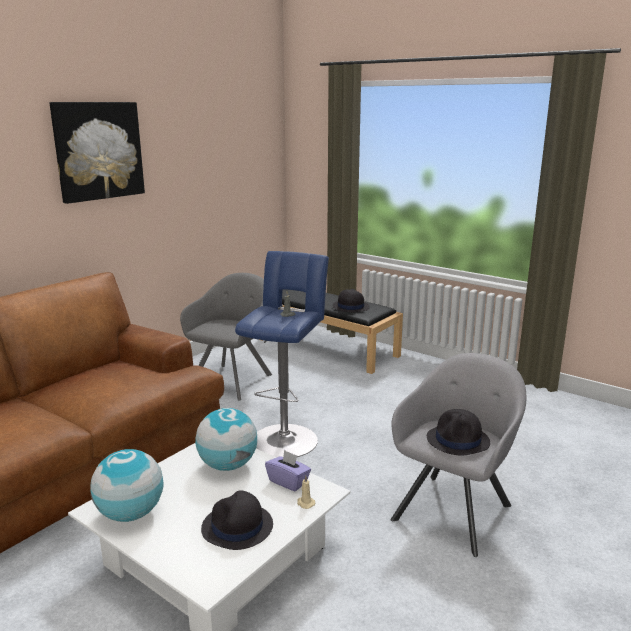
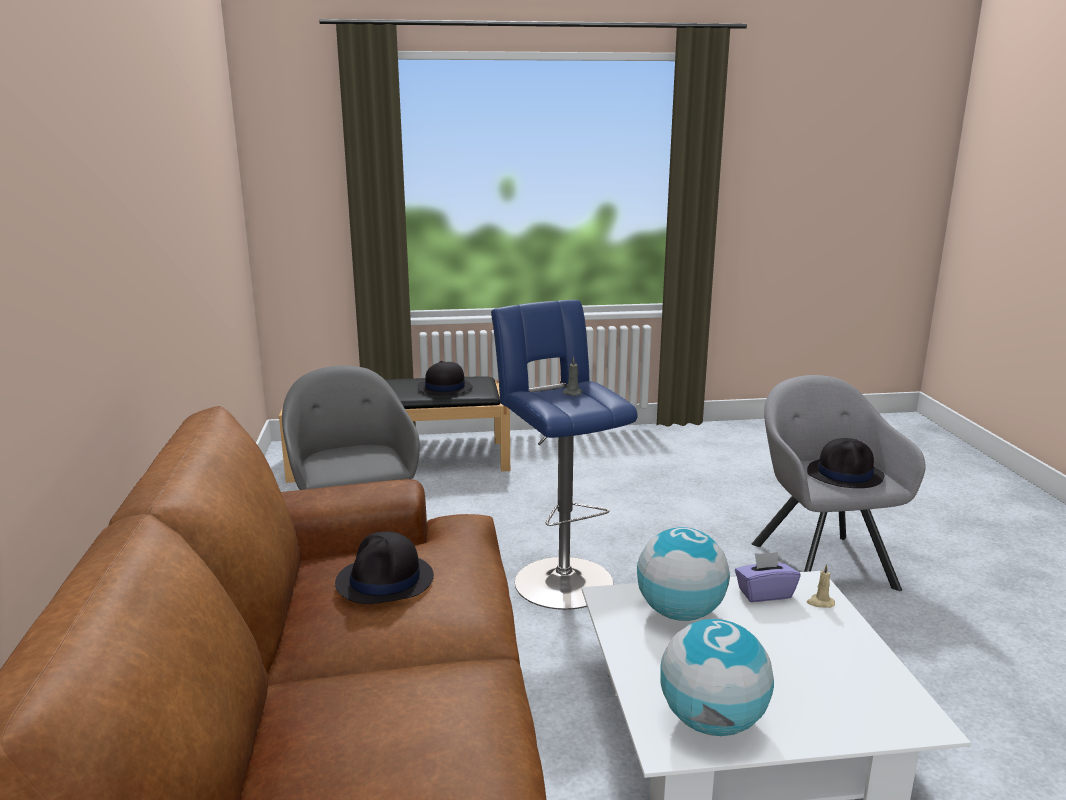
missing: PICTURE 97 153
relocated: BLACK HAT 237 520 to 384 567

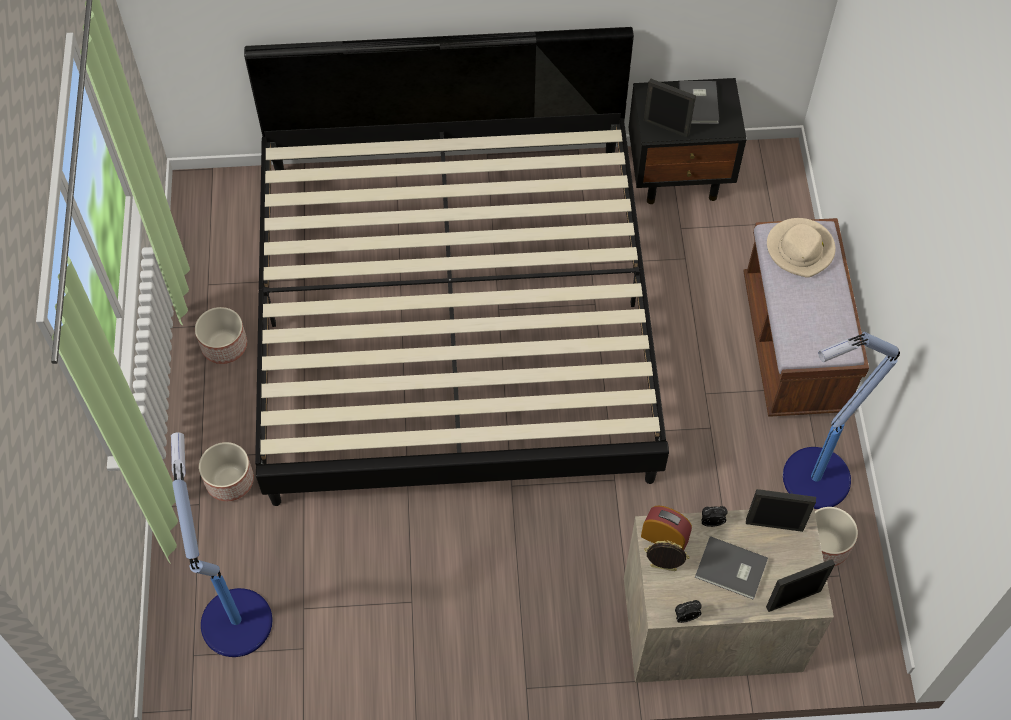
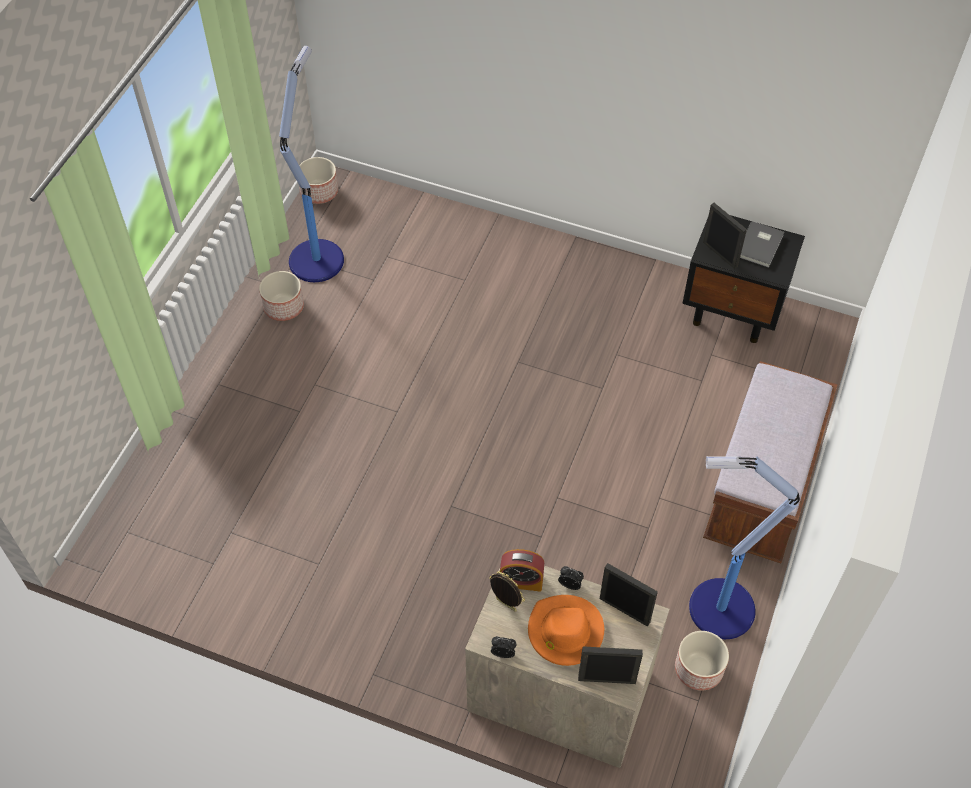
missing: BED 456 266; BEIGE HAT 801 248
relocated: FLOOR LAMP 221 544 to 311 164; PLANTER 226 471 to 318 180
exchanged: GREY BOOK 731 568 to ORANGE HAT 566 630
spun: ALARM CLOCK 666 528 = 522 570 135 degrees clockwise

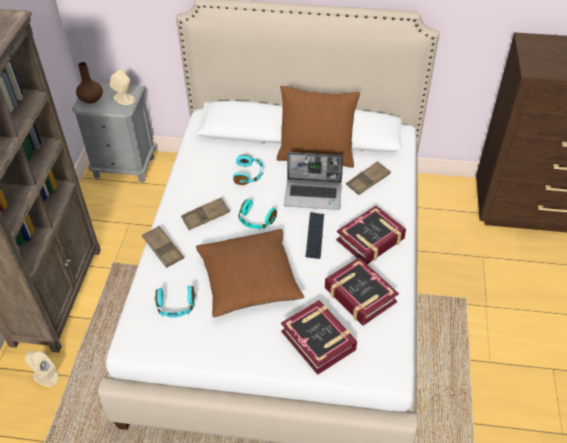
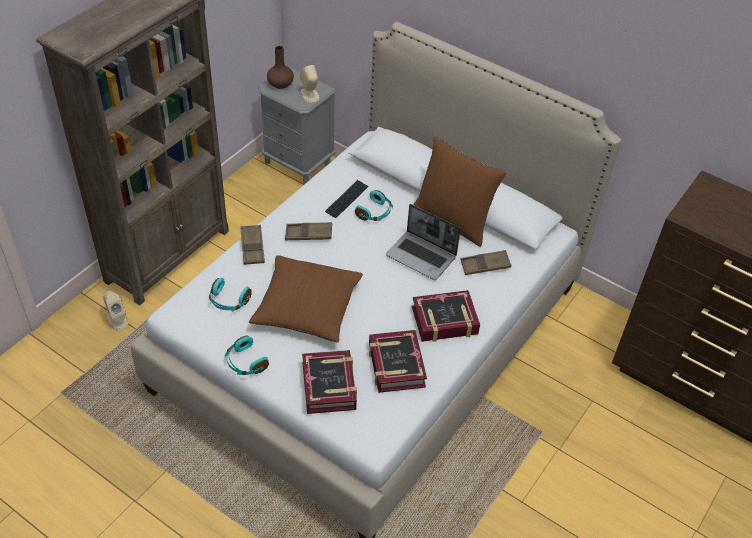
relocated: TURQUOISE HEADPHONES 258 214 to 247 355; KEYBOARD 315 235 to 347 199

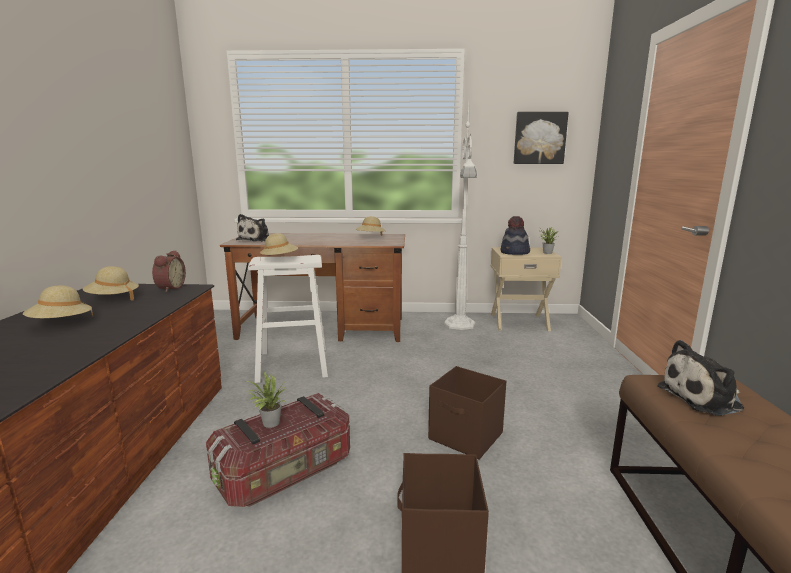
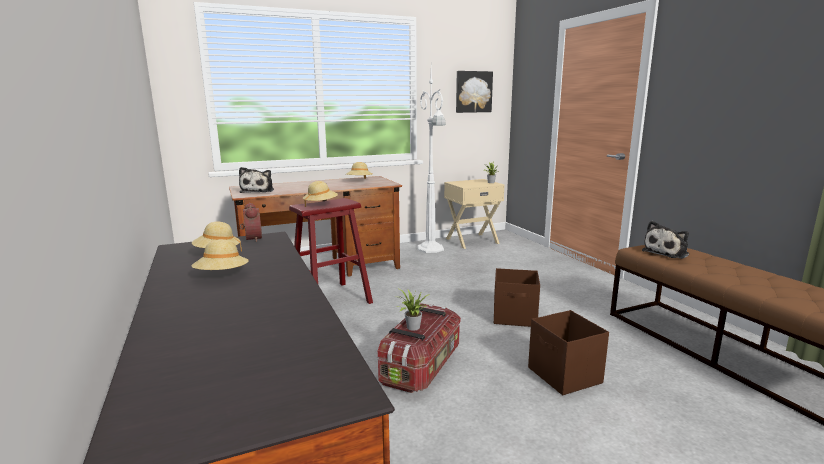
missing: HAT 515 235
colour: WHITE STOOL 288 319 to RED STOOL 331 251

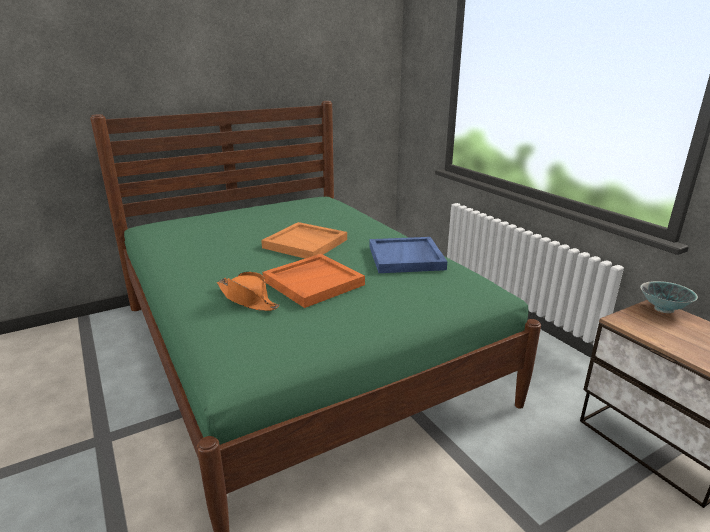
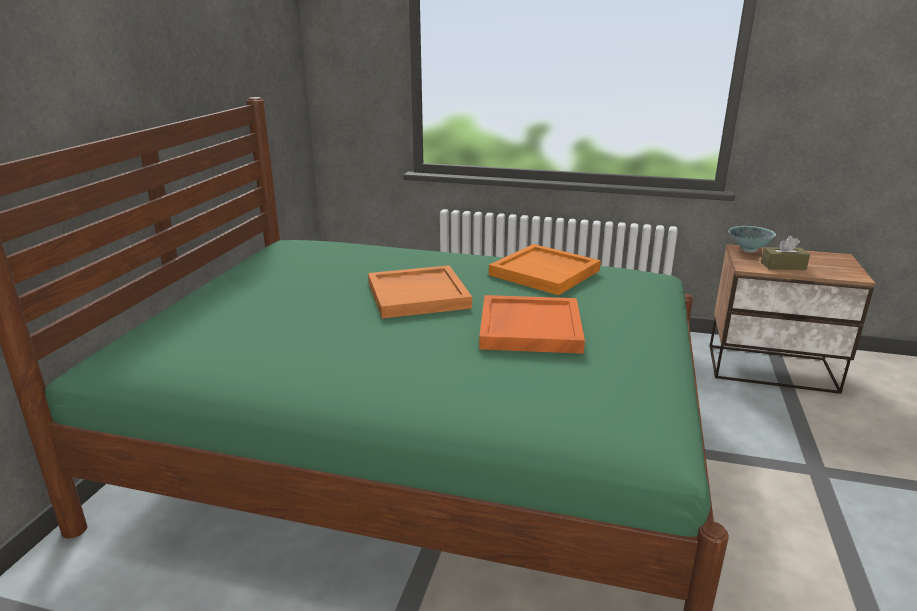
missing: ORANGE HAT 248 291
appeared: BROWN TISSUE BOX 785 253
colour: BLUE TRAY 408 255 to ORANGE TRAY 545 269

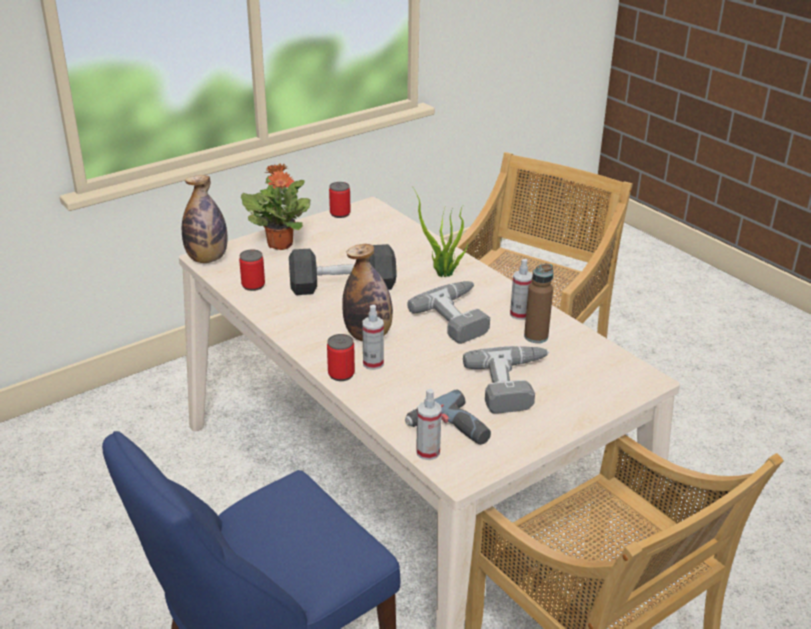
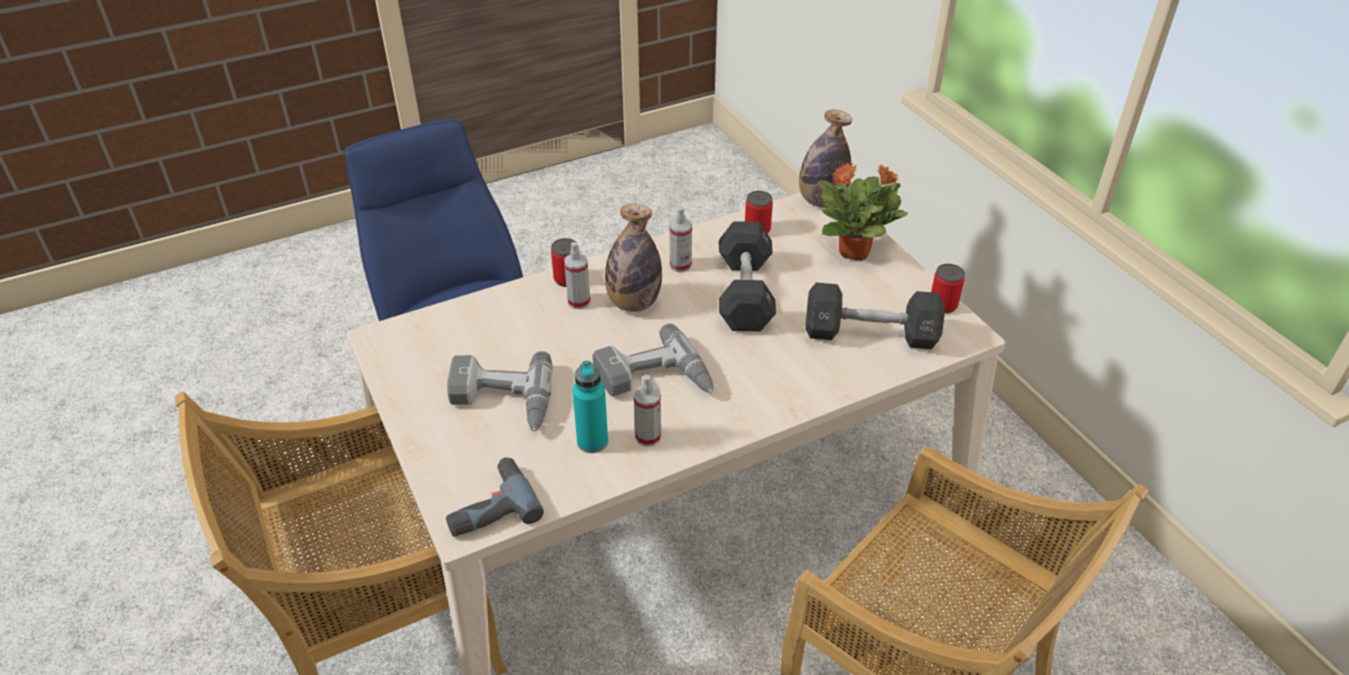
missing: POTTED PLANT 440 231
appeared: BLACK DUMBBELL 875 316
relocated: POWER DRILL 448 417 to 495 496; SPRAY BOTTLE 429 424 to 681 239
colour: BROWN BOTTLE 538 303 to TURQUOISE BOTTLE 590 407

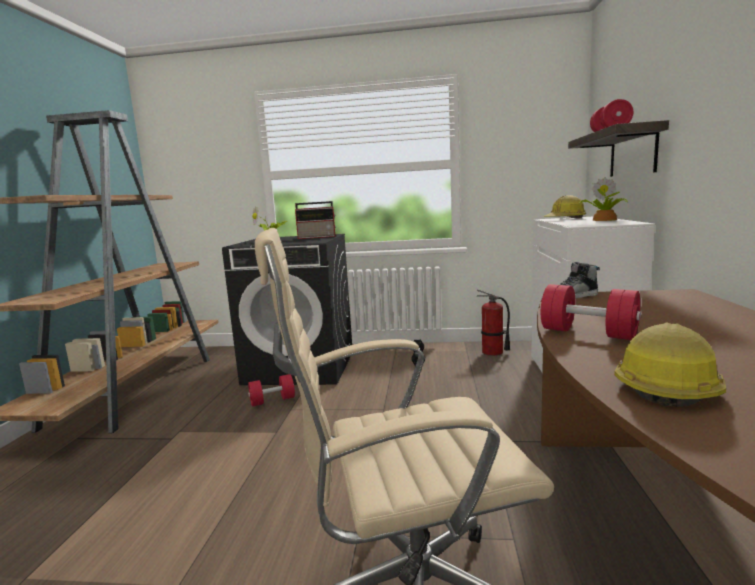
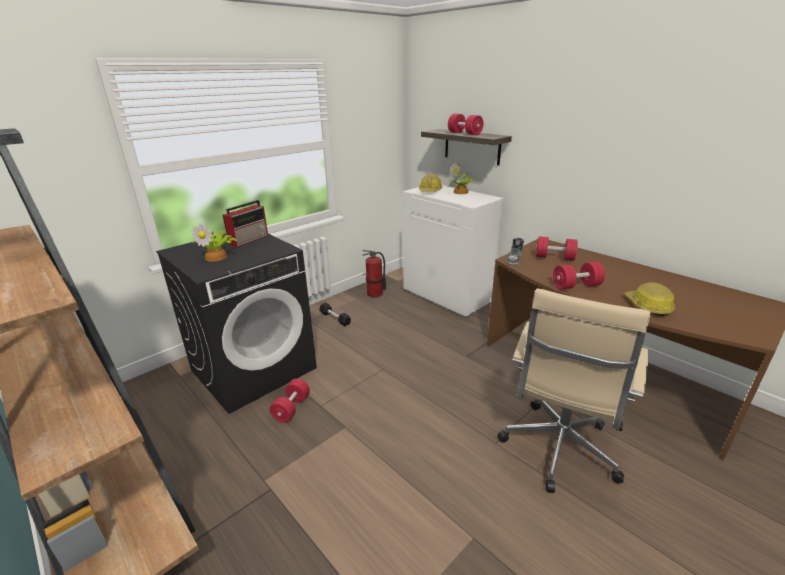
appeared: RED DUMBBELL 557 248

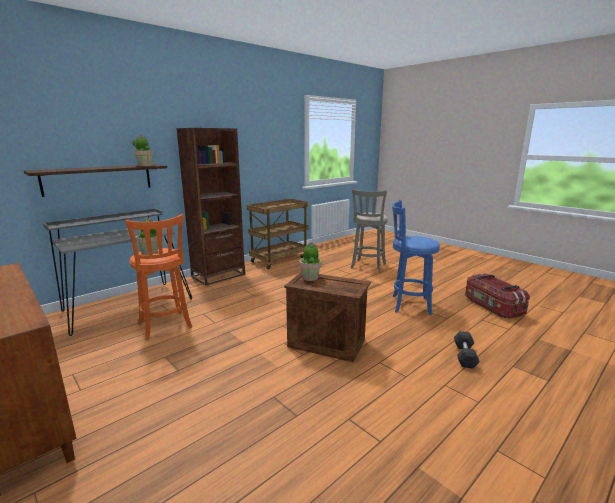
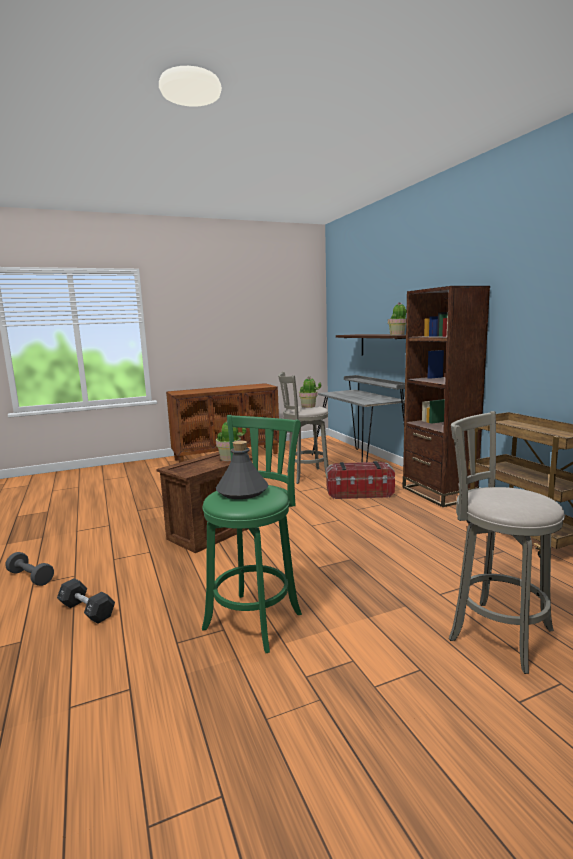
appeared: GREY BOTTLE 242 470; GREY DUMBBELL 29 569
relocated: STORAGE BOX 497 296 to 360 480
colour: BLUE STOOL 416 257 to GREEN STOOL 252 534; ORANGE STOOL 159 277 to GREY STOOL 303 428

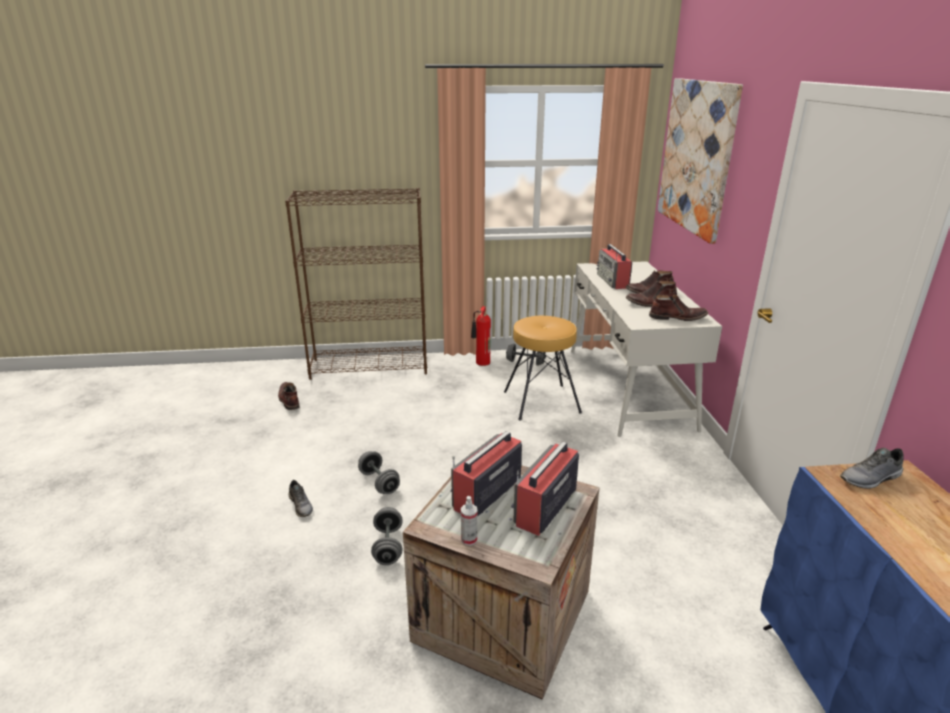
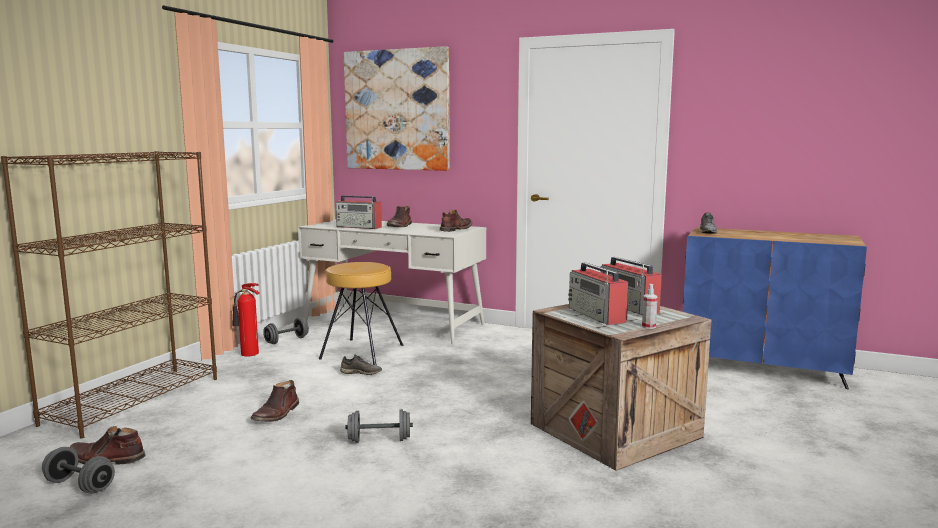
relocated: BROWN BOOT 651 293 to 274 401; GREY SHOE 301 498 to 361 365; GREY DUMBBELL 387 536 to 78 470

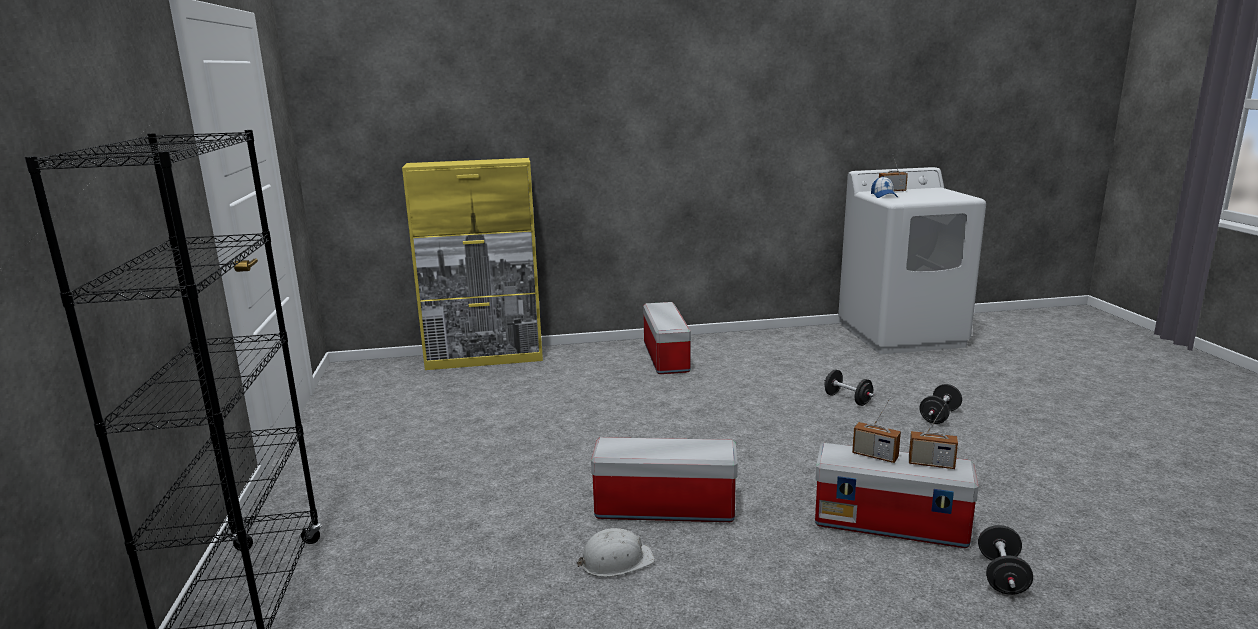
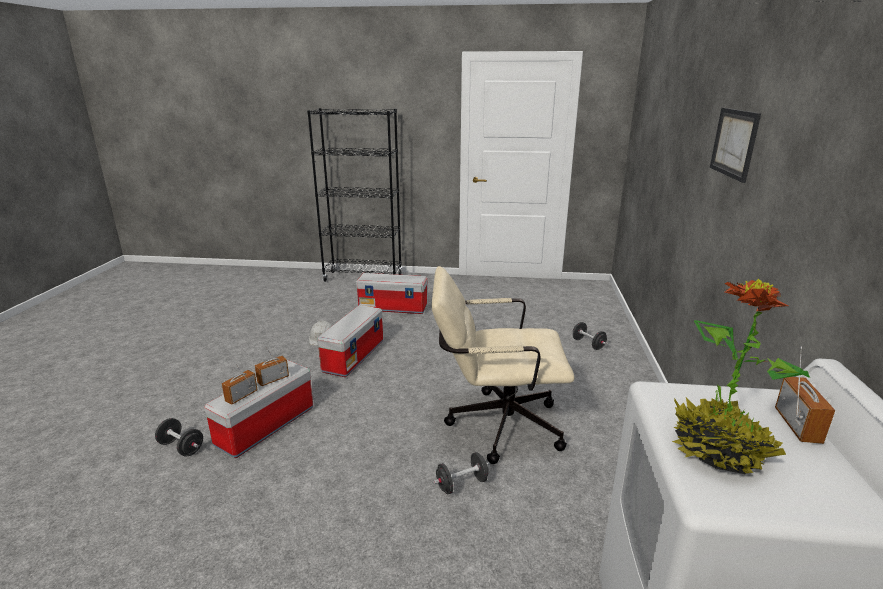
missing: YELLOW CABINET 472 264; CAP 884 187
appeared: PICTURE 735 145; BEIGE OFFICE CHAIR 503 365; POTTED PLANT 741 376
relocated: STORAGE BOX 667 338 to 391 293; BLACK DUMBBELL 940 404 to 589 336

